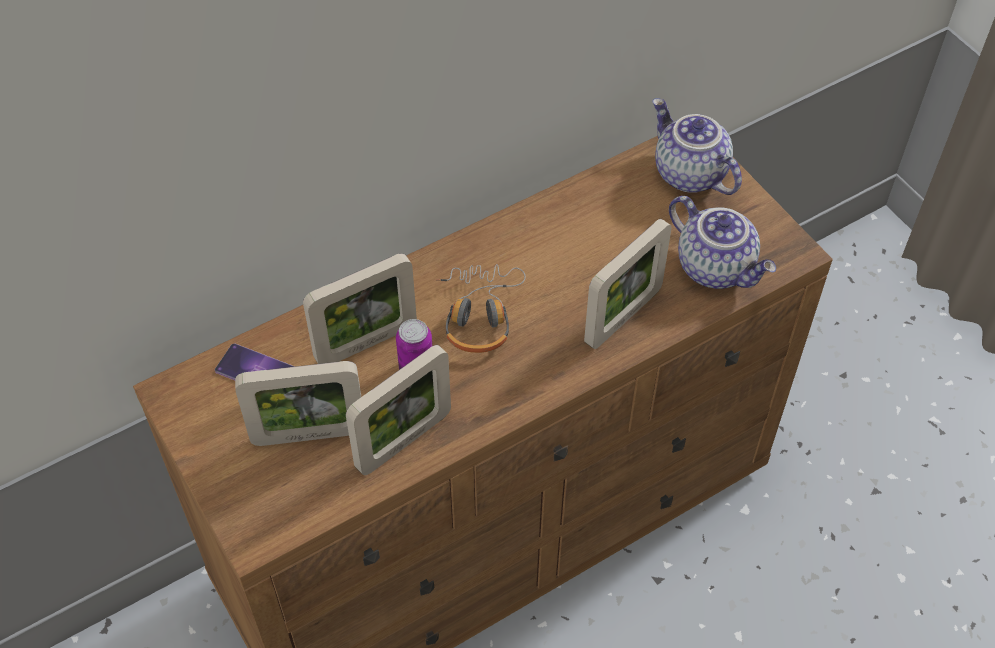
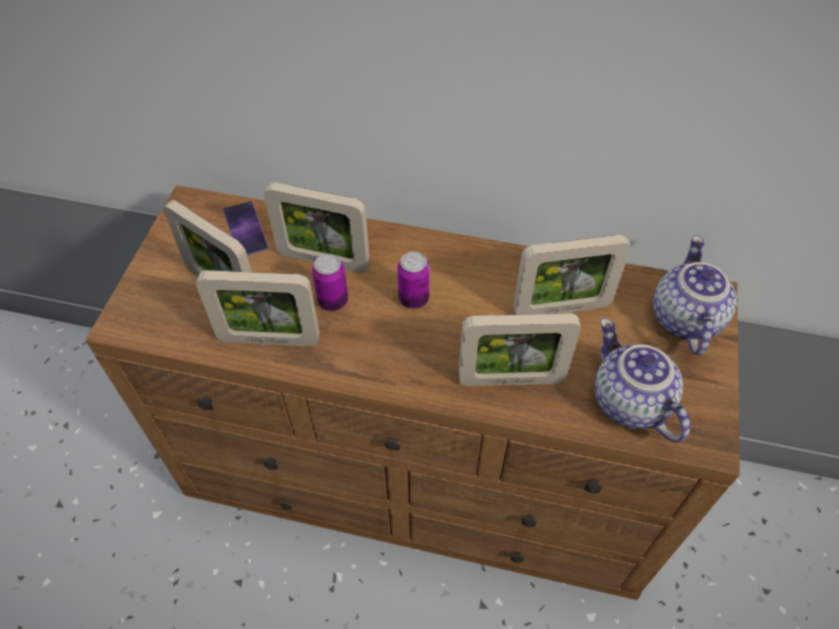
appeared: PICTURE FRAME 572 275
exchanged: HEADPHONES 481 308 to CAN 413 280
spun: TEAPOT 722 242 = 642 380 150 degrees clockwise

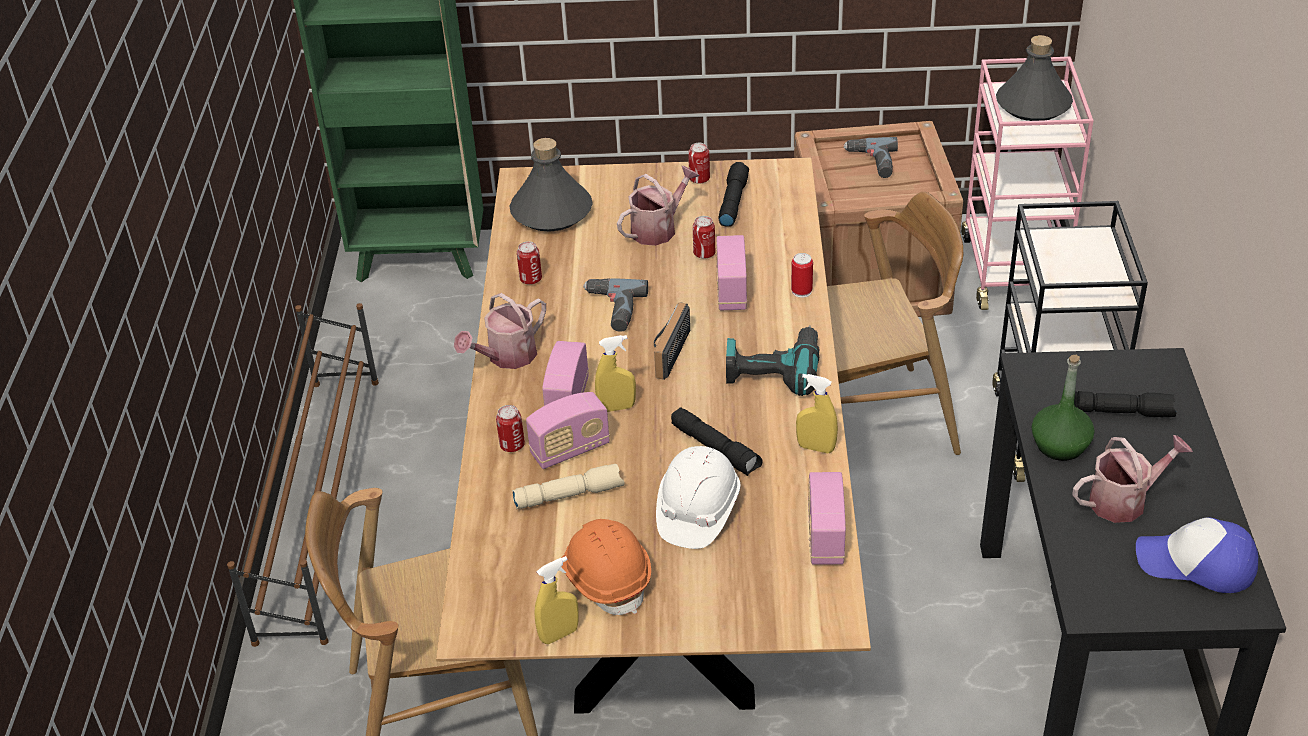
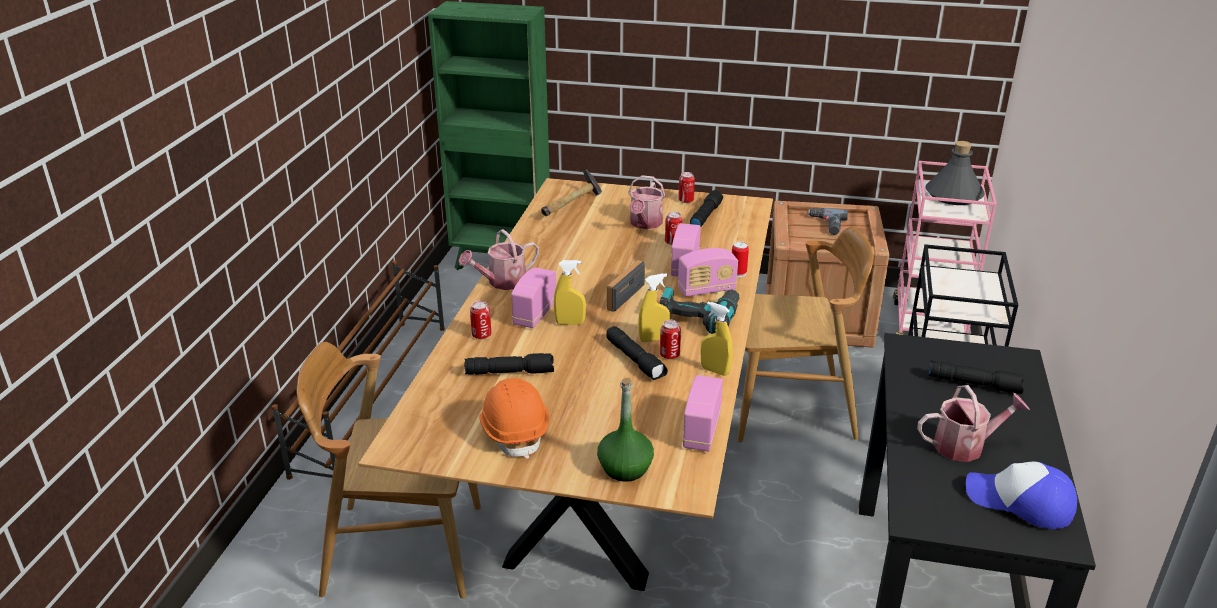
missing: POWER DRILL 615 305; WHITE HARD HAT 698 497
relocated: CAN 529 263 to 670 339; GREEN BOTTLE 1063 408 to 625 429; RADIO 568 430 to 708 272; YELLOW SPRAY BOTTLE 556 600 to 654 307
exchanged: GREY BOTTLE 551 185 to HAMMER 571 192
colour: BEIGE FLASHLIGHT 568 486 to BLACK FLASHLIGHT 509 364
spun: WATERING CAN 658 206 = 647 202 135 degrees clockwise

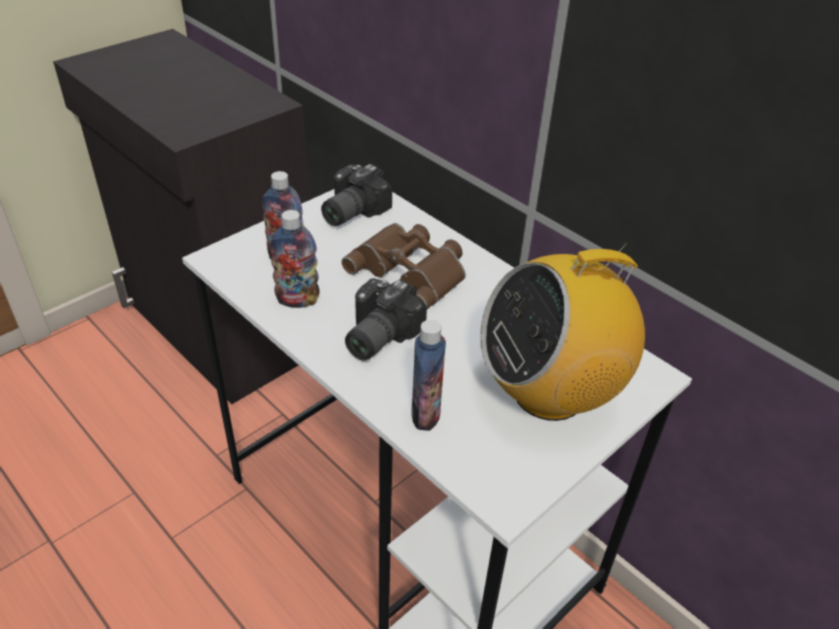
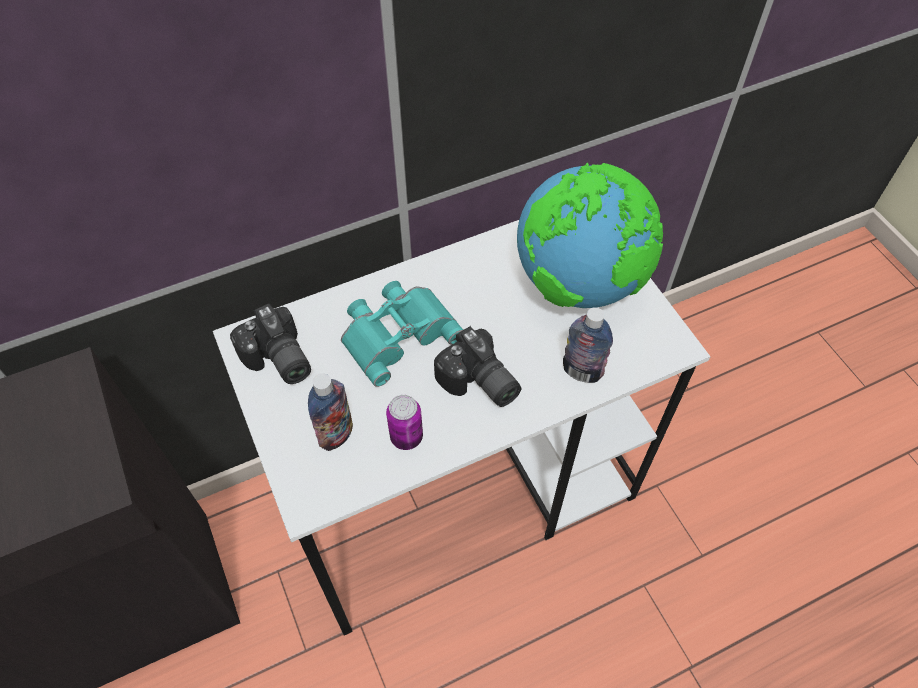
exchanged: BOTTLE 295 259 to CAN 404 422; RADIO 562 331 to GLOBE 590 235
colour: BROWN BINOCULARS 404 266 to TURQUOISE BINOCULARS 402 334

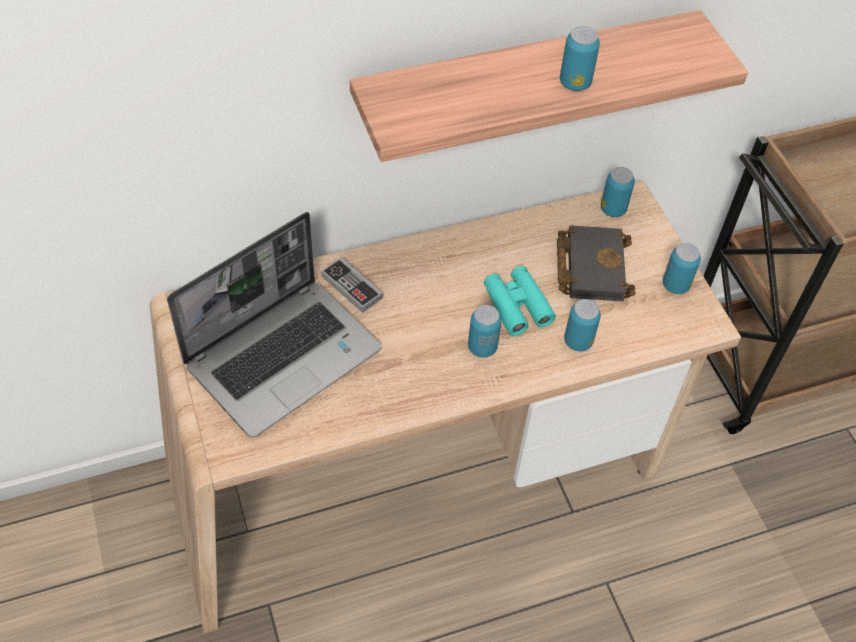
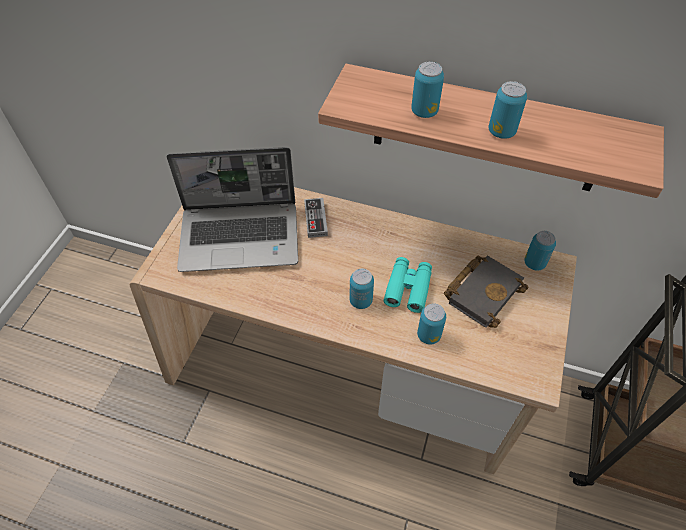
relocated: CAN 682 268 to 427 89

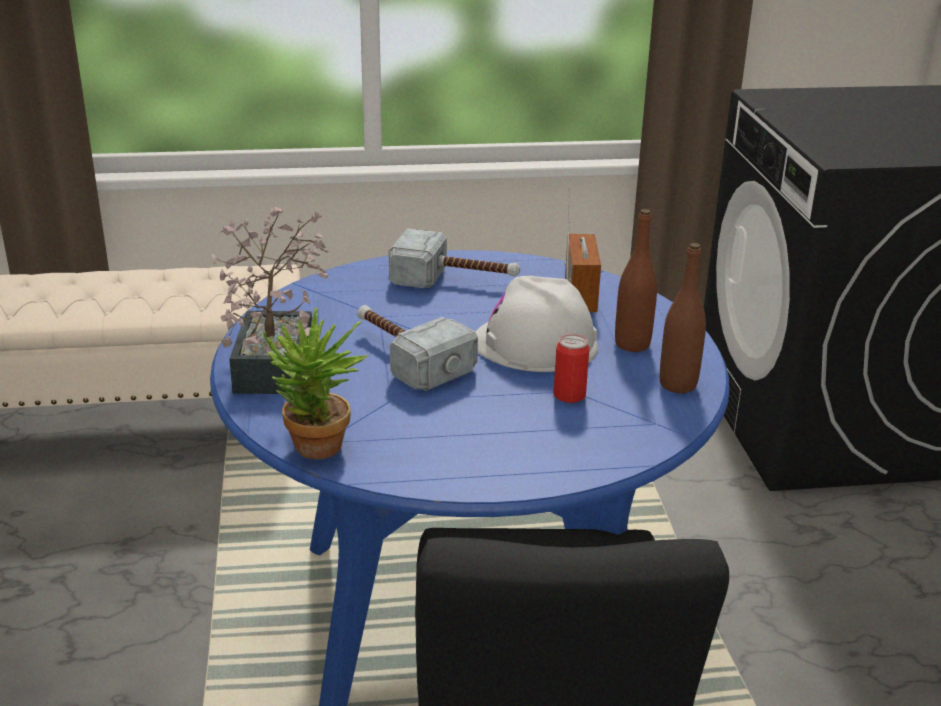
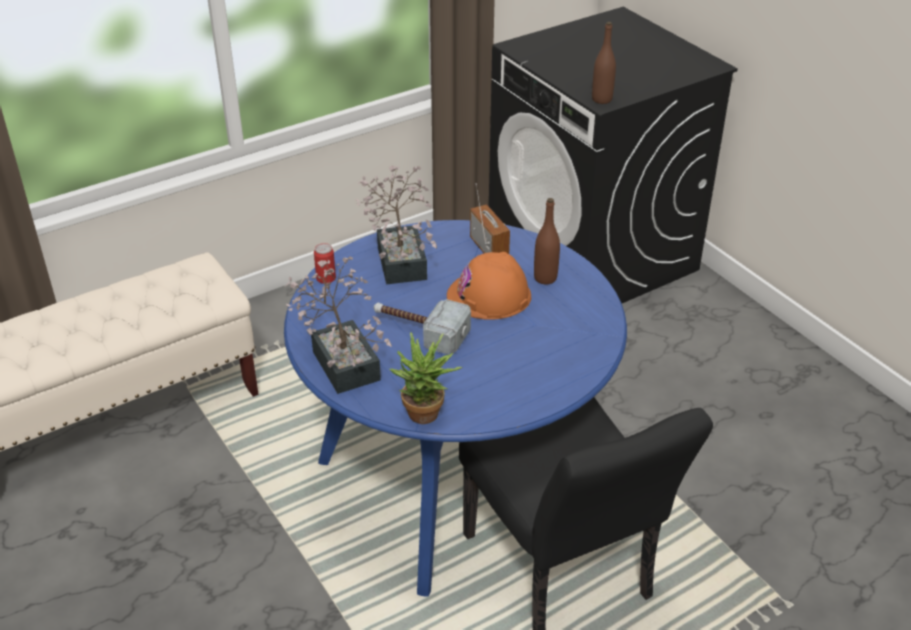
relocated: BROWN BOTTLE 683 318 to 604 63; CAN 571 368 to 325 263
exchanged: HAMMER 454 258 to POTTED PLANT 396 224
colour: WHITE HARD HAT 536 324 to ORANGE HARD HAT 489 286

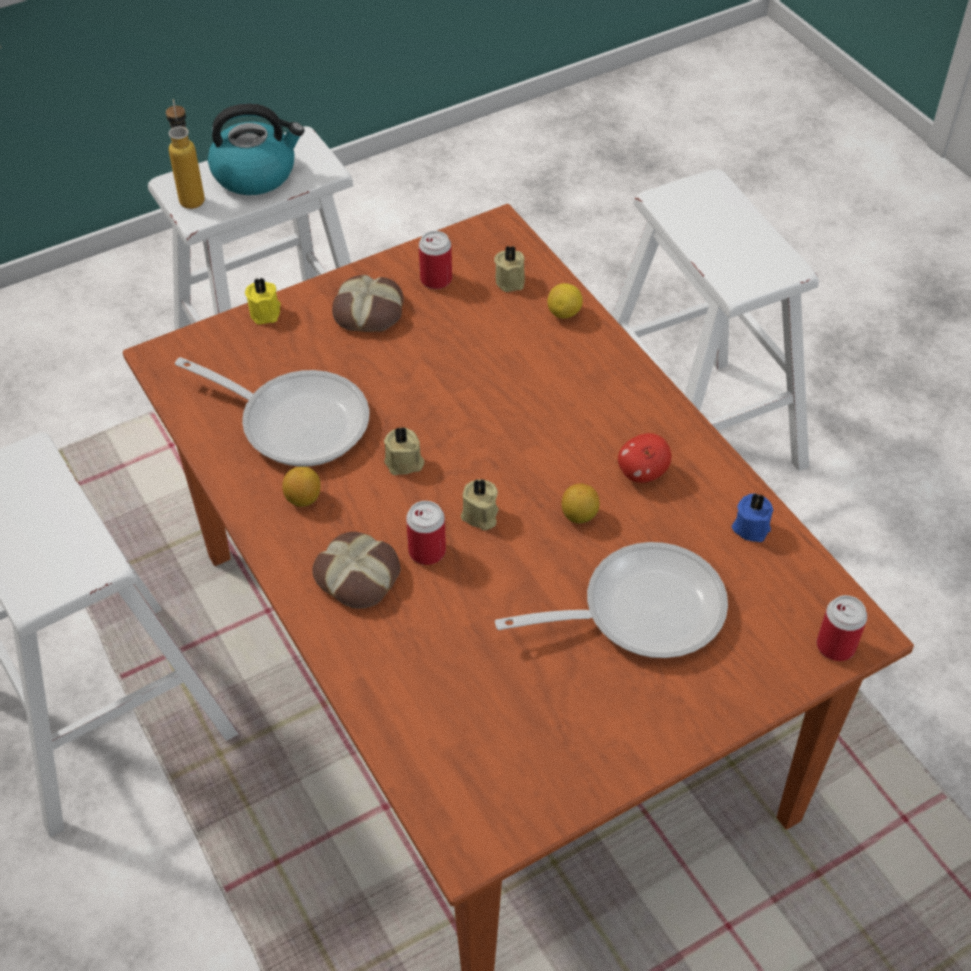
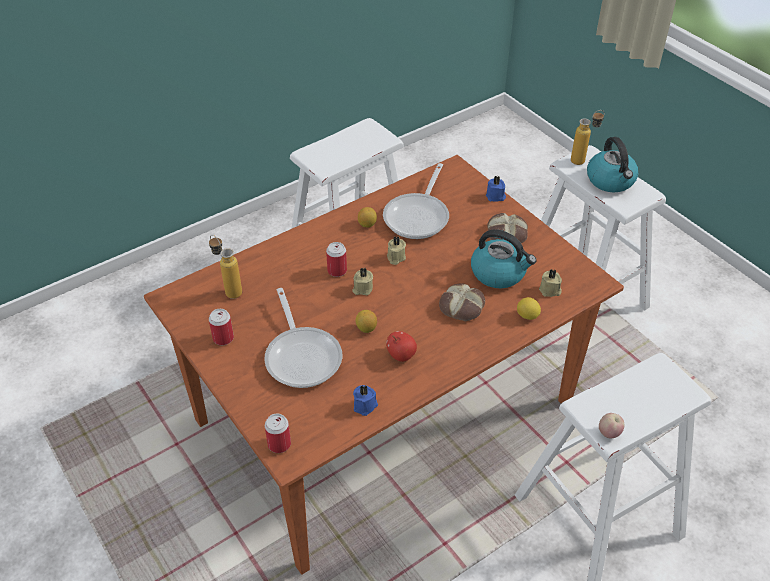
appeared: KETTLE 503 258; BOTTLE 225 267; APPLE 612 426
relocated: CAN 435 260 to 221 327; BREAD 356 570 to 462 302
colour: YELLOW CANDLE 263 301 to BLUE CANDLE 496 189

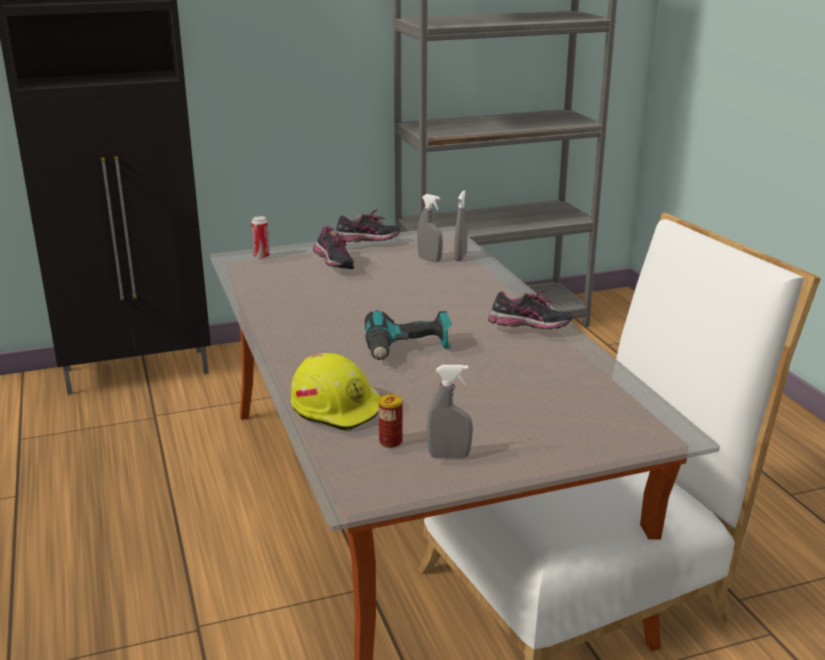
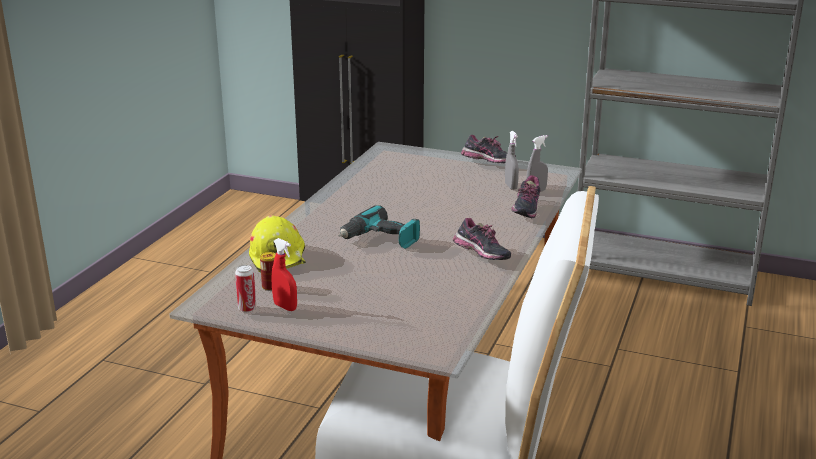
relocated: CAN 260 237 to 245 288; SHOE 333 247 to 526 196
colour: GREY SPRAY BOTTLE 450 411 to RED SPRAY BOTTLE 284 274

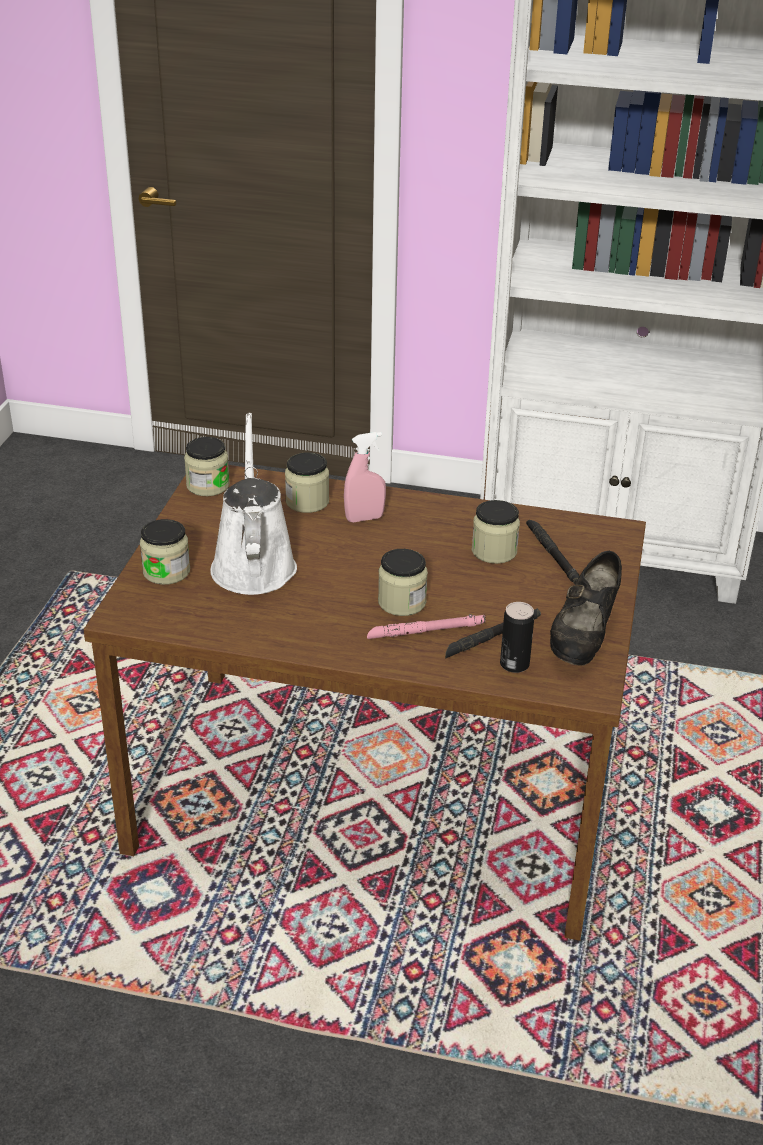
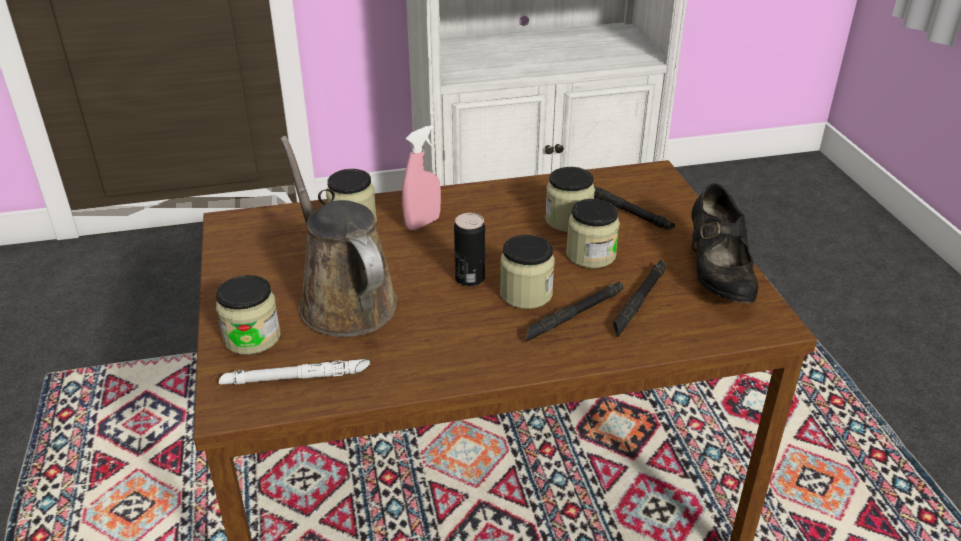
appeared: WHITE FLASHLIGHT 295 372
relocated: JAR 207 466 to 593 233; CAN 517 637 to 469 249
colour: WHITE WATERING CAN 253 504 to BROWN WATERING CAN 339 236; PINK FLASHLIGHT 426 626 to BLACK FLASHLIGHT 575 311

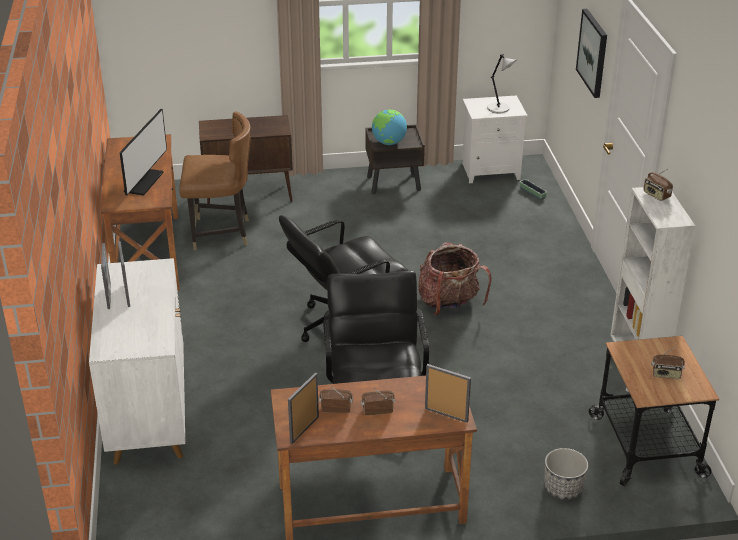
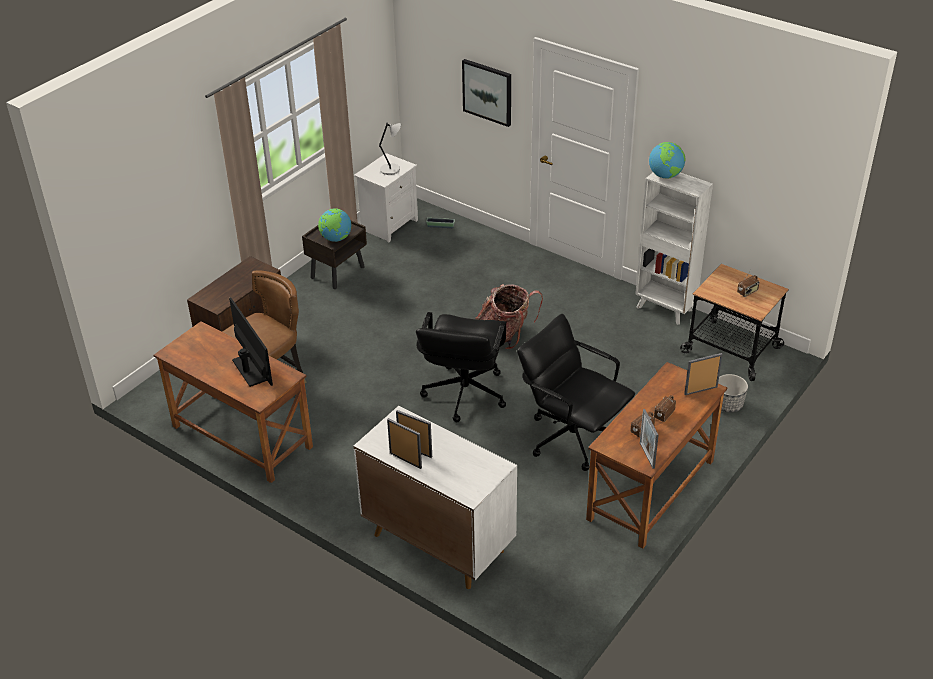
exchanged: RADIO 658 185 to GLOBE 667 160

